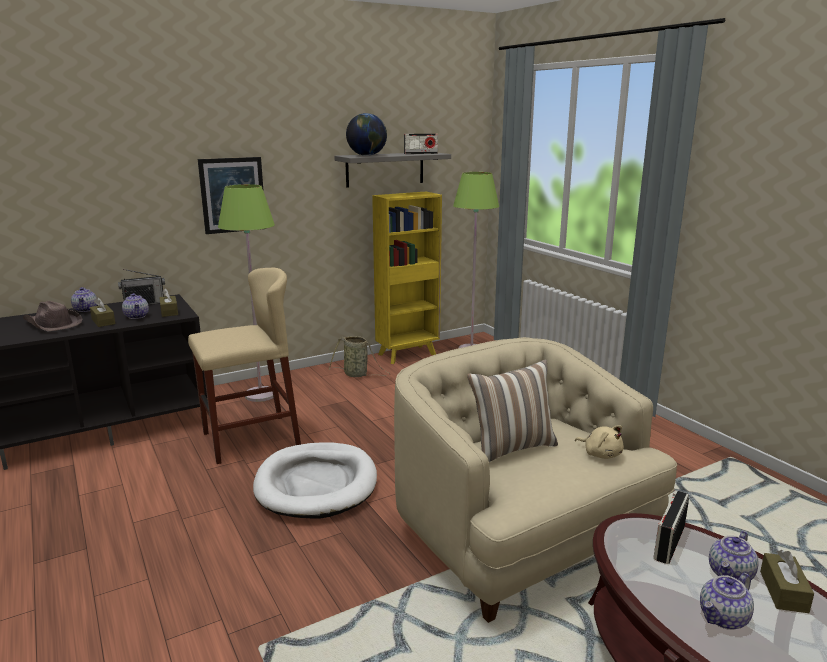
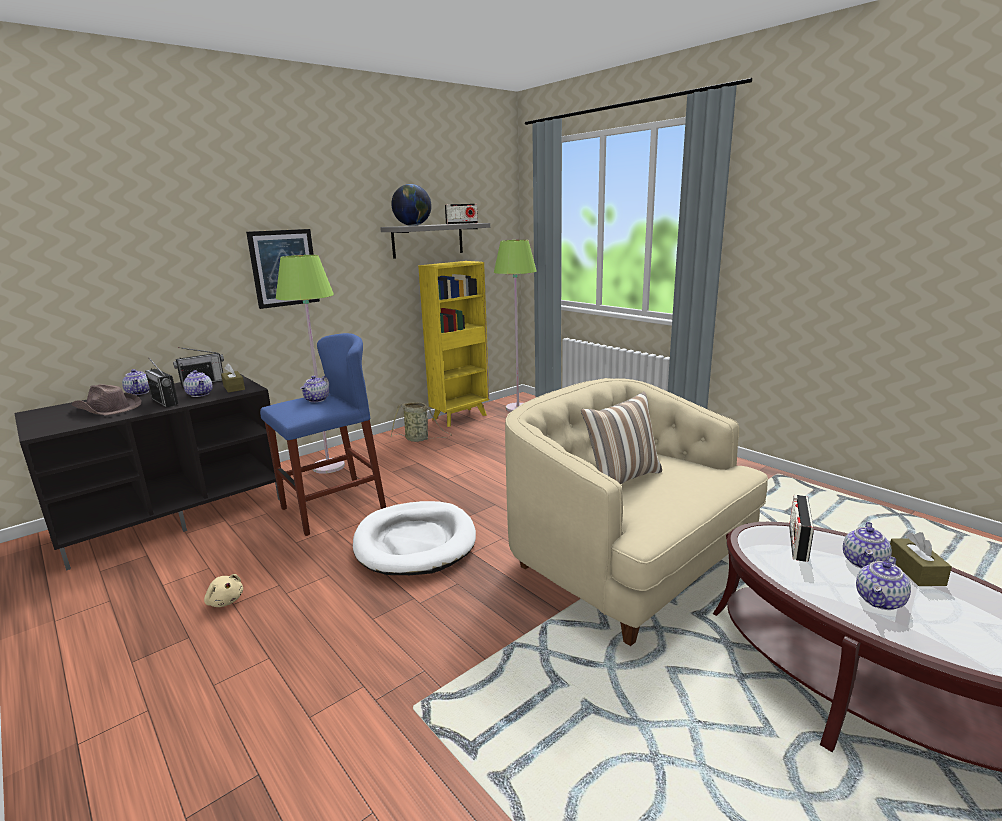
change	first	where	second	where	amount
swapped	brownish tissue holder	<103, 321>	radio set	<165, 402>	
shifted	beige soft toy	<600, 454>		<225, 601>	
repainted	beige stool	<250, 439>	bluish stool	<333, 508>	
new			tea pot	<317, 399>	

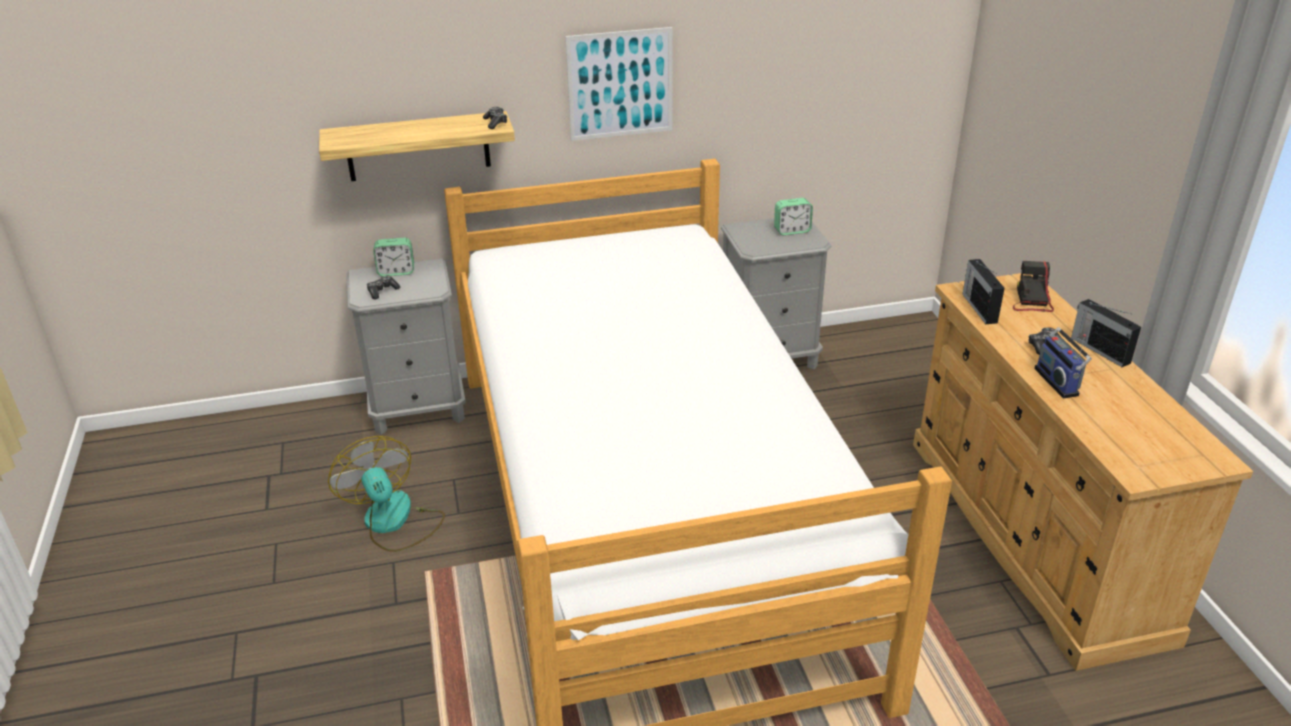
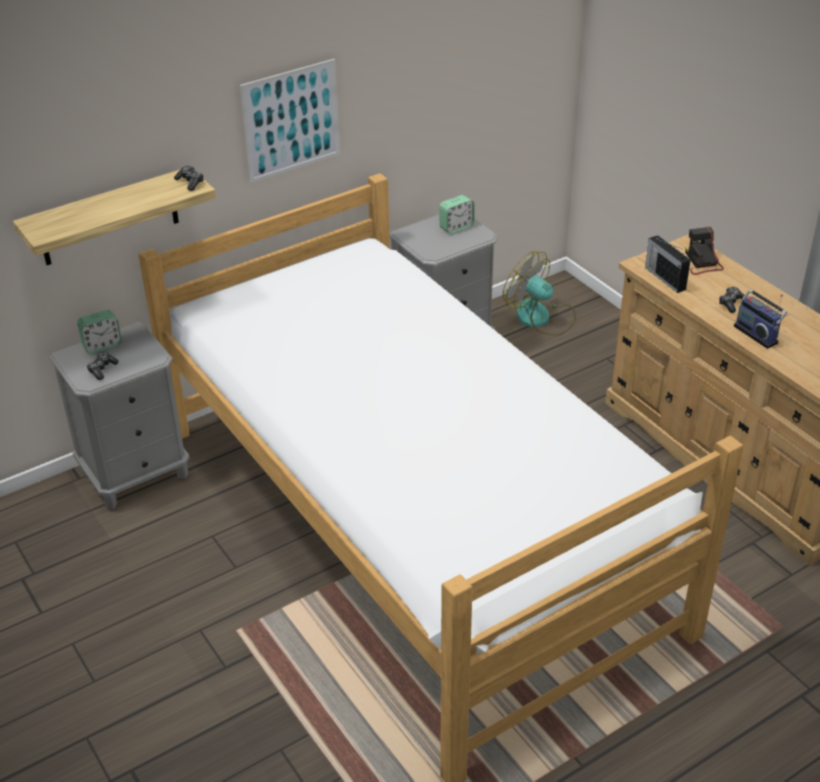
change	first	where	second	where	amount
shifted	cooling fan	<394, 522>		<540, 318>	
gone	radio set	<1099, 350>			

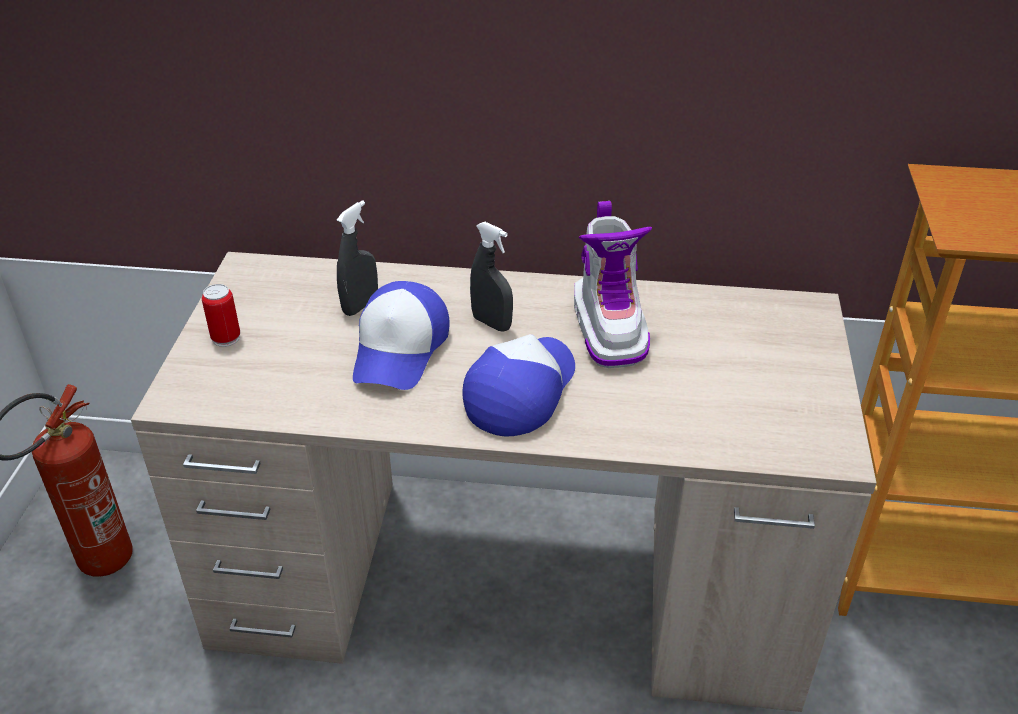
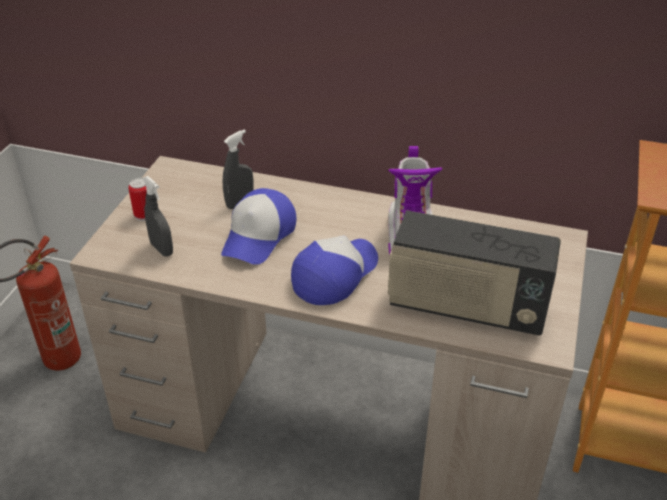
change	first	where	second	where	amount
shifted	grey hand sprayer	<491, 323>		<162, 249>	
new			radio set	<466, 307>	

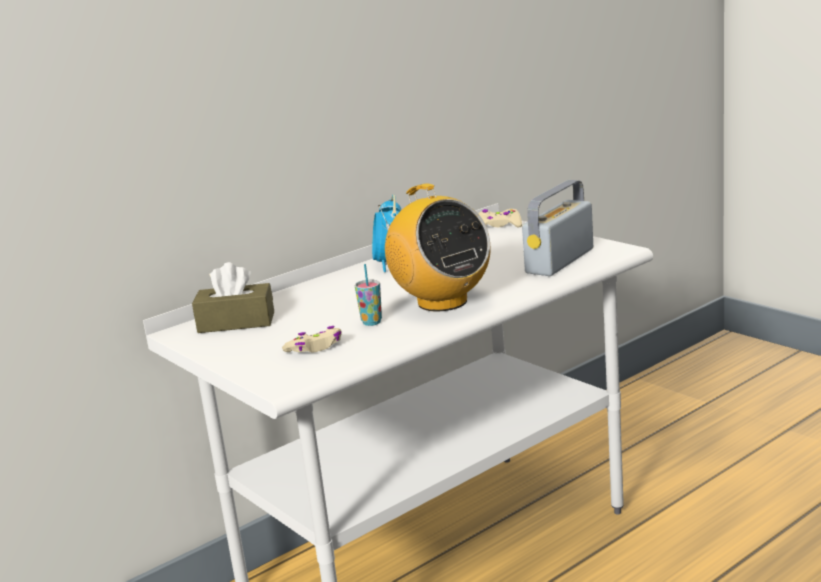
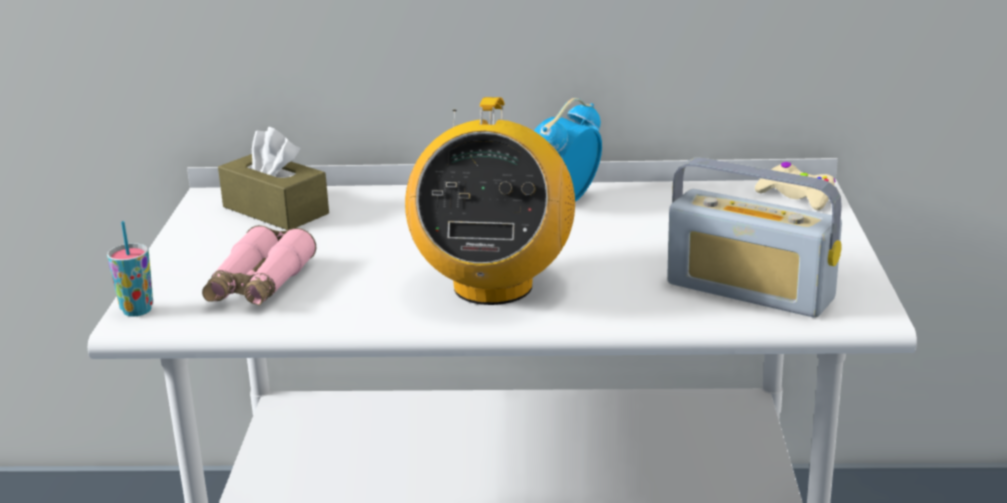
change	first	where	second	where	amount
shifted	drinking cup	<371, 322>		<137, 310>	
swapped	beige game controller	<315, 348>	pink-coloured field glasses	<259, 284>	
rotated	radio set	<559, 261>		<750, 291>	135 degrees counterclockwise

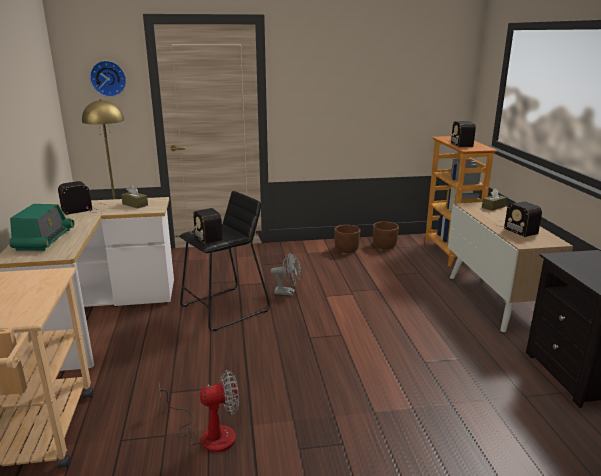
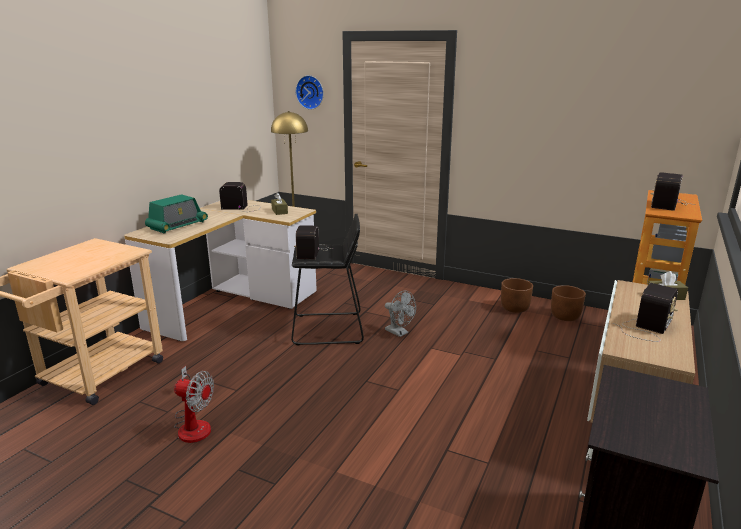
change	first	where	second	where	amount
rotated	radio set	<514, 227>		<646, 327>	150 degrees counterclockwise

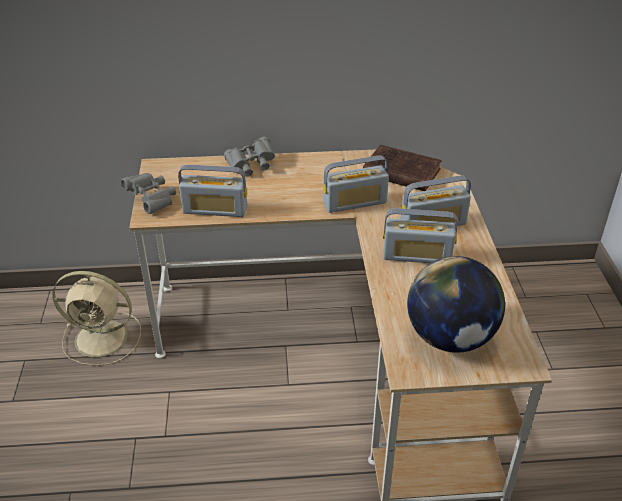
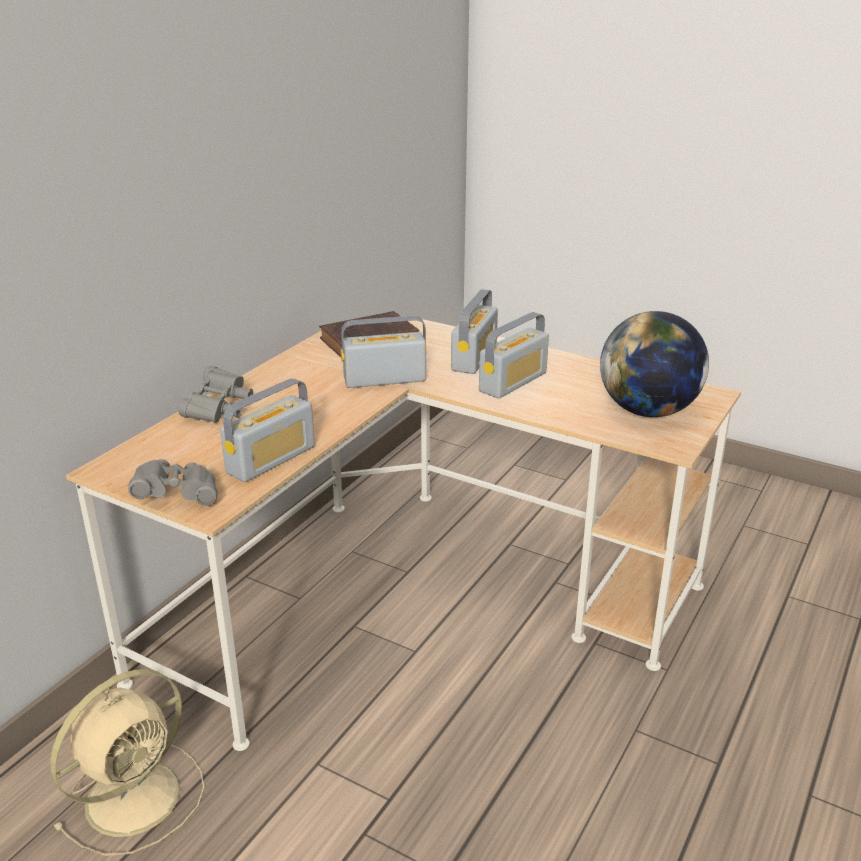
change	first	where	second	where	amount
rotated	radio set	<355, 203>		<384, 379>	120 degrees counterclockwise

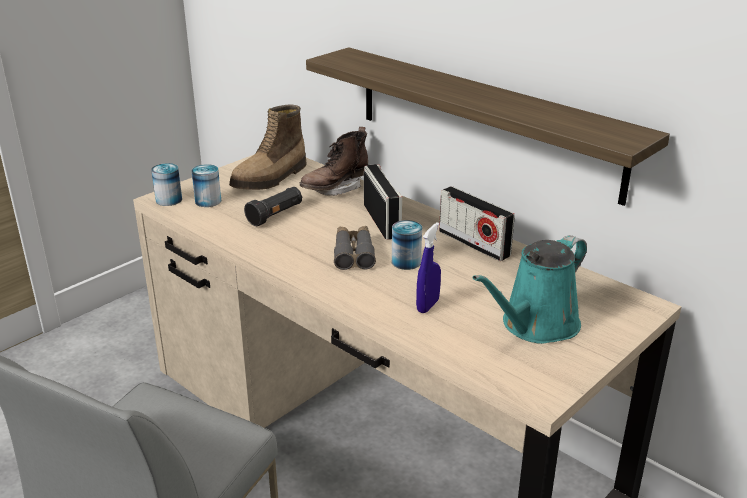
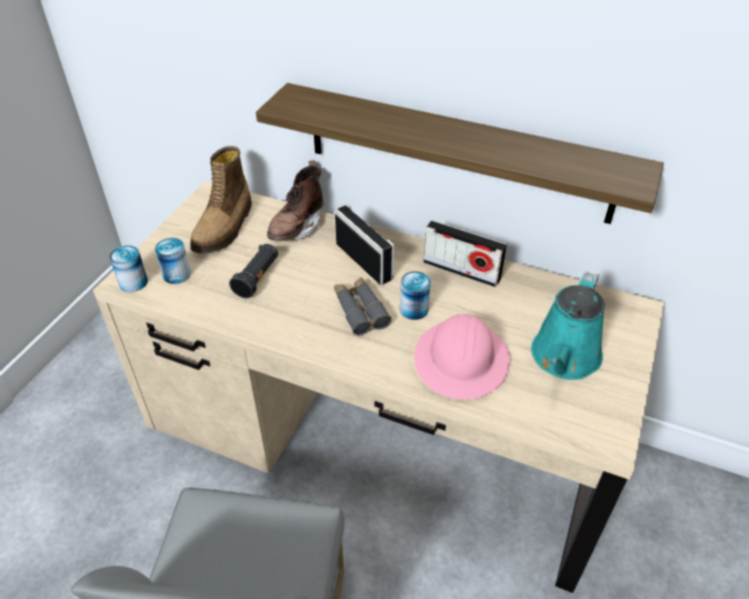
change	first	where	second	where	amount
swapped	bluish hand sprayer	<427, 306>	pink-coloured safety helmet	<461, 360>	

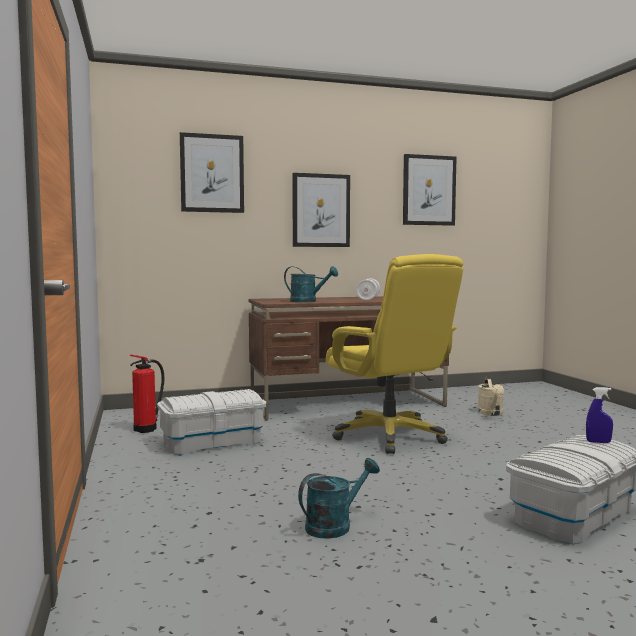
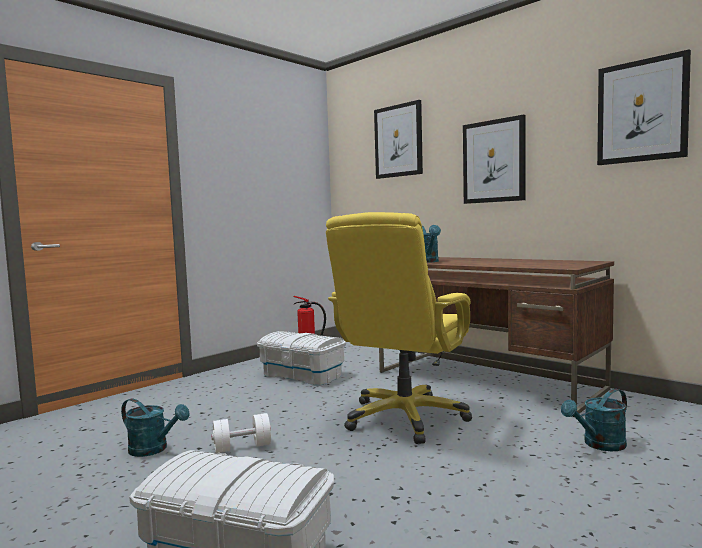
change	first	where	second	where	amount
shifted	whitish free weight	<368, 299>		<242, 447>	
repainted	beige watering can	<491, 413>	blue-green watering can	<599, 445>	
gone	bluish hand sprayer	<598, 442>			

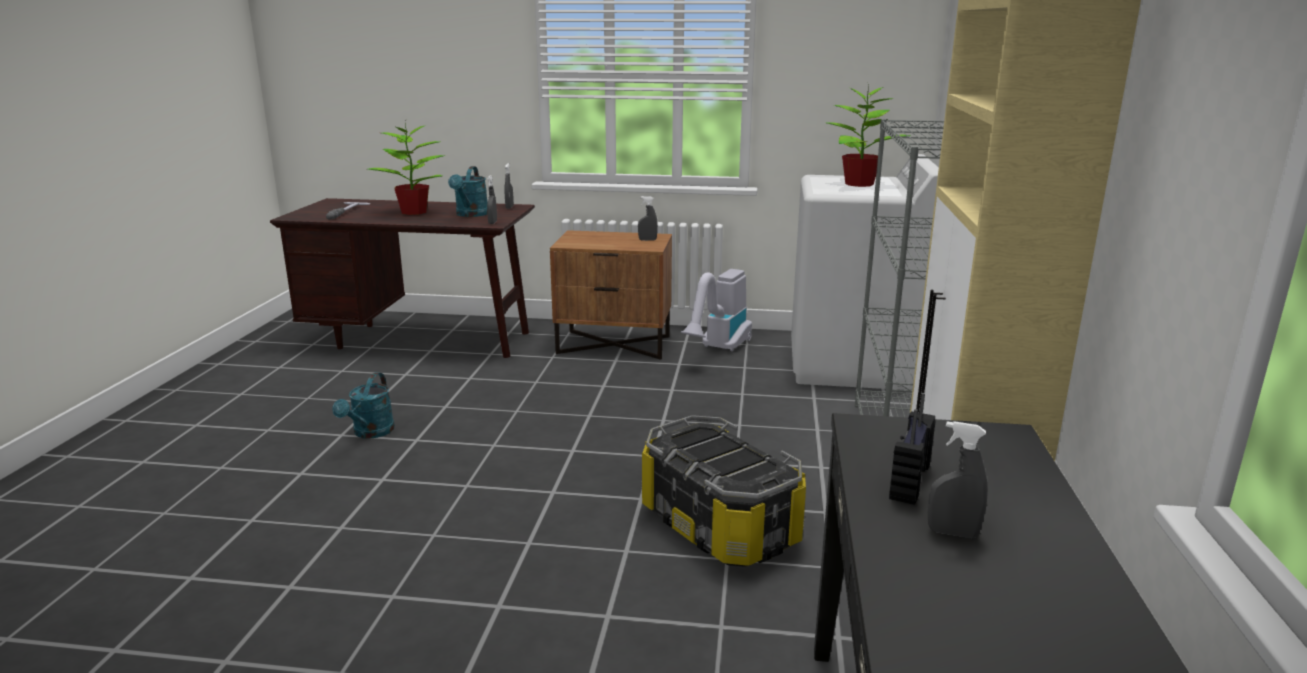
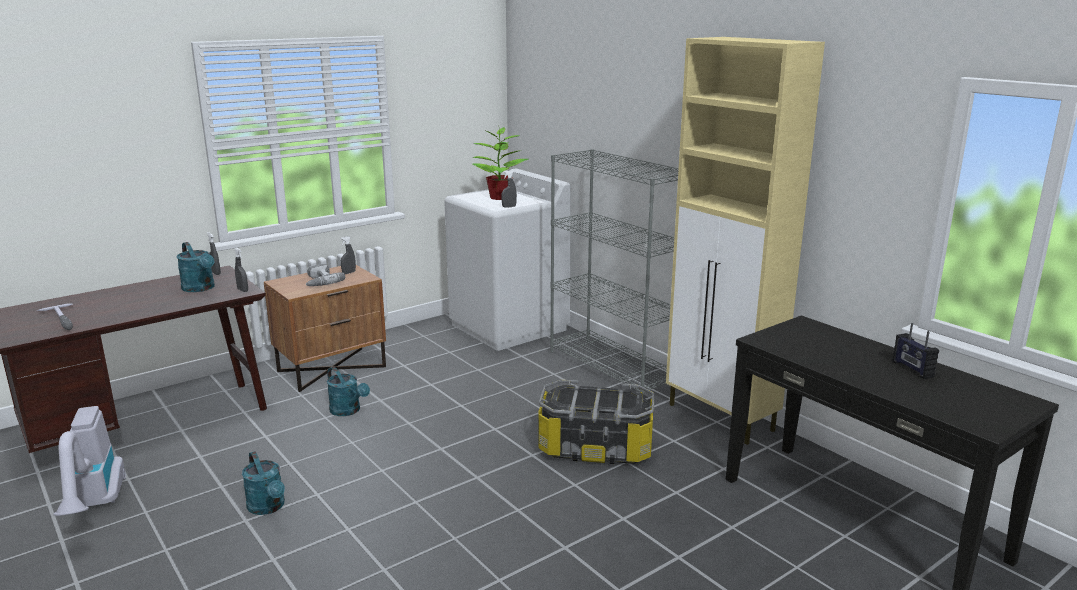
change	first	where	second	where	amount
shifted	vacuum	<718, 349>		<95, 506>	
new			power drill	<319, 281>	
new			blue-green watering can	<348, 411>	
shifted	grey hand sprayer	<952, 533>		<509, 207>	
shifted	radio set	<908, 482>		<912, 369>	
gone	potted plant	<415, 212>			

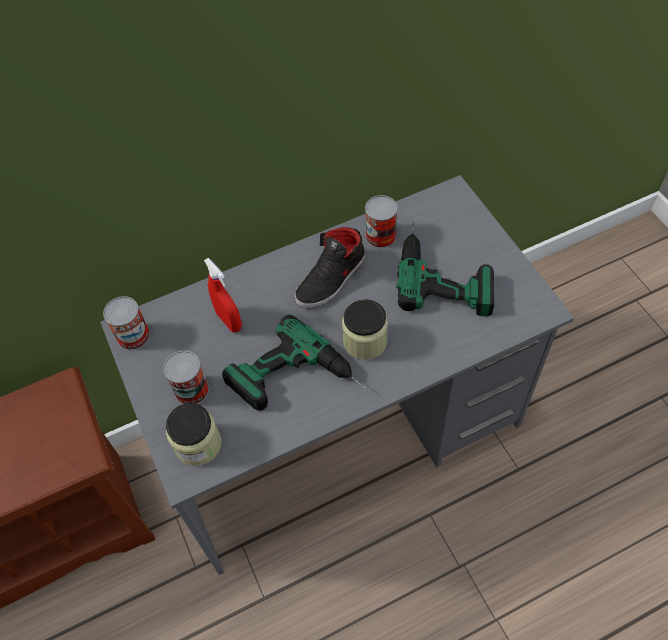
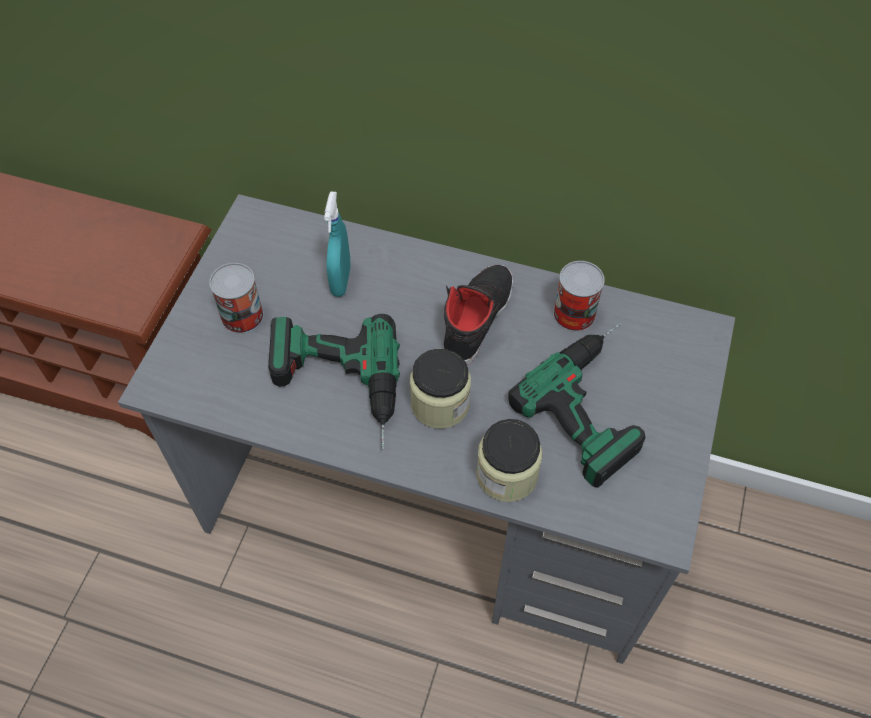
change	first	where	second	where	amount
repainted	reddish hand sprayer	<229, 321>	blue-green hand sprayer	<341, 281>	
rotated	black-coloured low shoe	<331, 279>		<476, 318>	120 degrees clockwise
shifted	storage jar	<198, 444>		<507, 474>	
gone	sealed can	<133, 336>			

